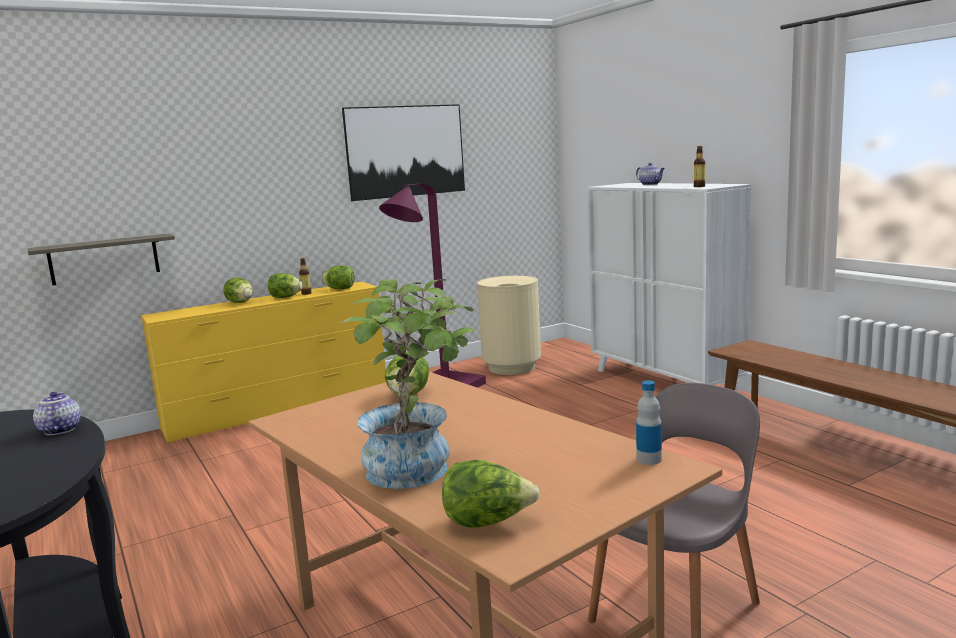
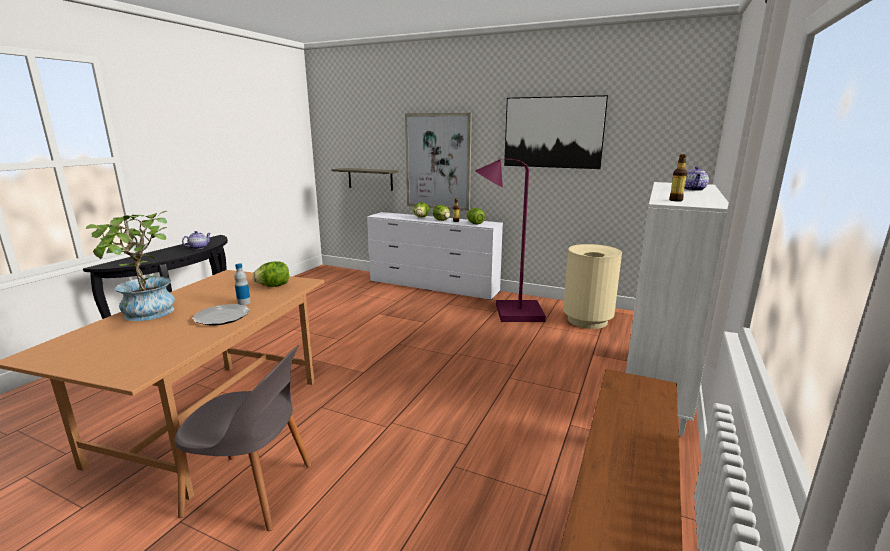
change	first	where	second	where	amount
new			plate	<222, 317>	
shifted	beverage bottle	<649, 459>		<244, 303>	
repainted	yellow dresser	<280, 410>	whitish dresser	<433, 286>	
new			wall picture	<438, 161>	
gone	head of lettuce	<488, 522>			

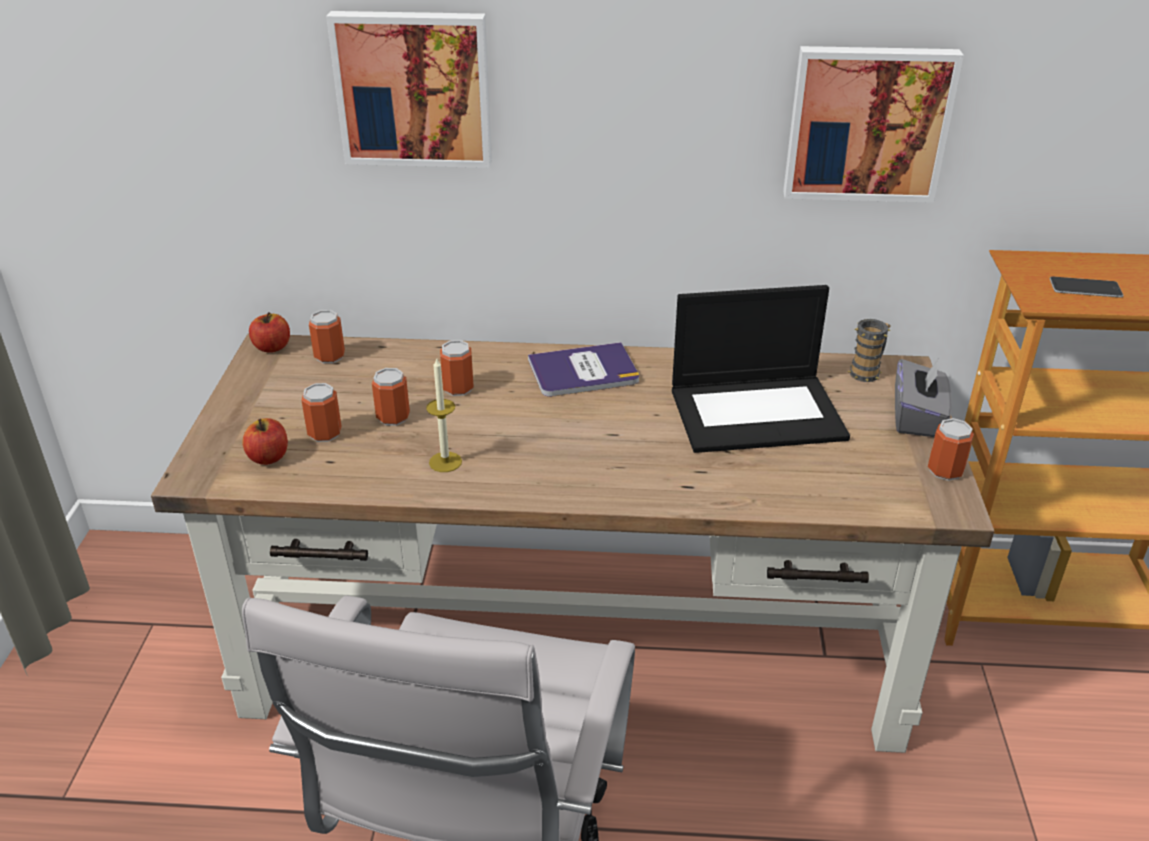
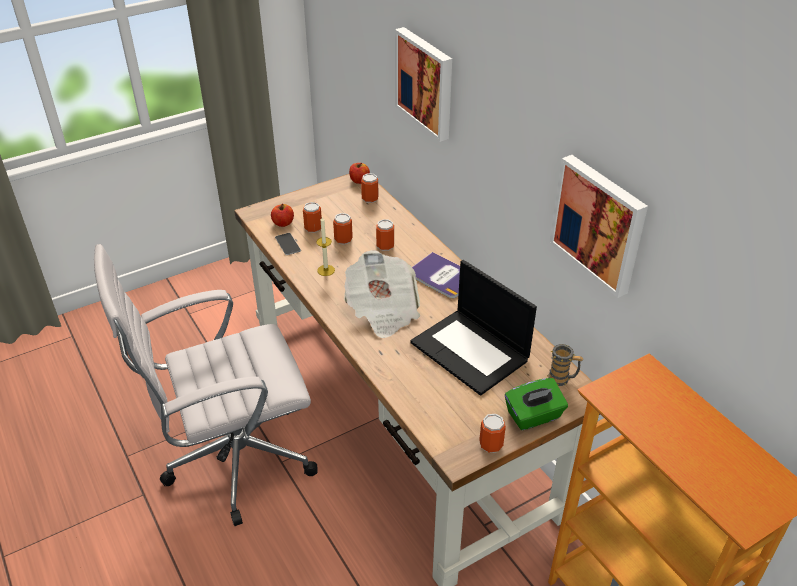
change	first	where	second	where	amount
shifted	telephone	<1085, 287>		<288, 244>	
new			printed paper	<382, 310>	
repainted	grey tissue holder	<917, 418>	green tissue holder	<534, 416>	

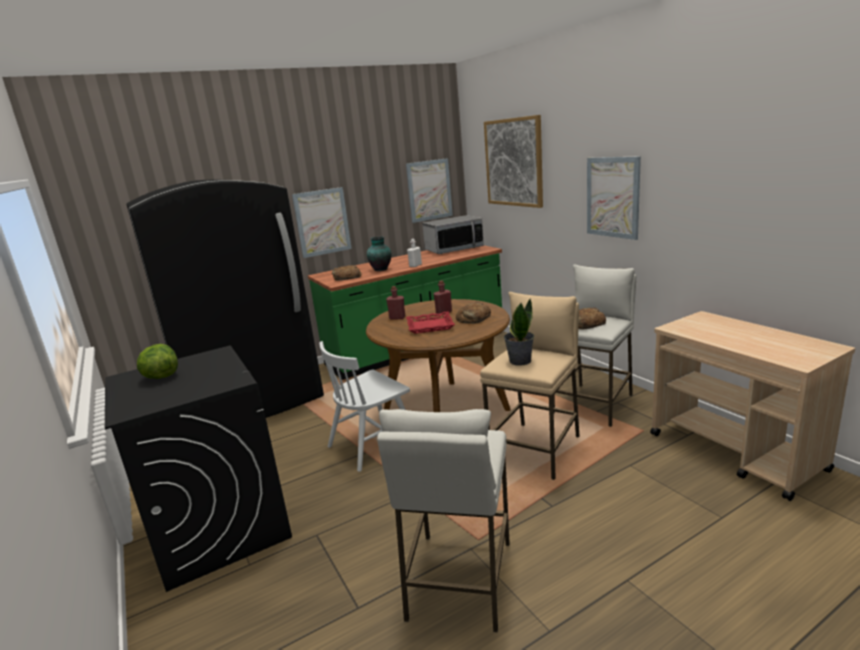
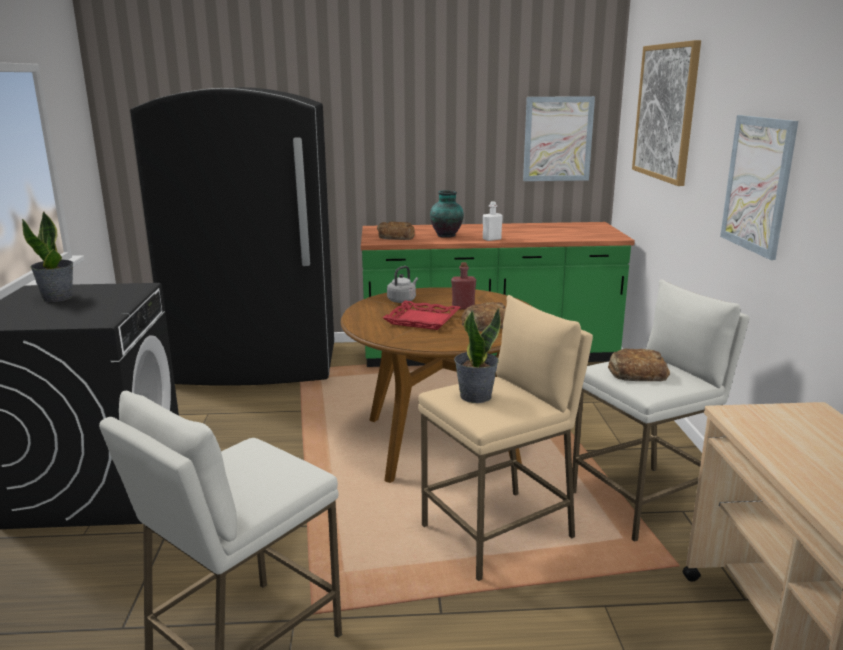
change	first	where	second	where	amount
swapped	head of lettuce	<161, 377>	potted plant	<58, 298>	
swapped	reddish beverage bottle	<397, 318>	grey tea kettle	<402, 300>	
gone	wall picture	<322, 222>			
gone	whitish chair	<373, 444>			
gone	microwave	<454, 249>			

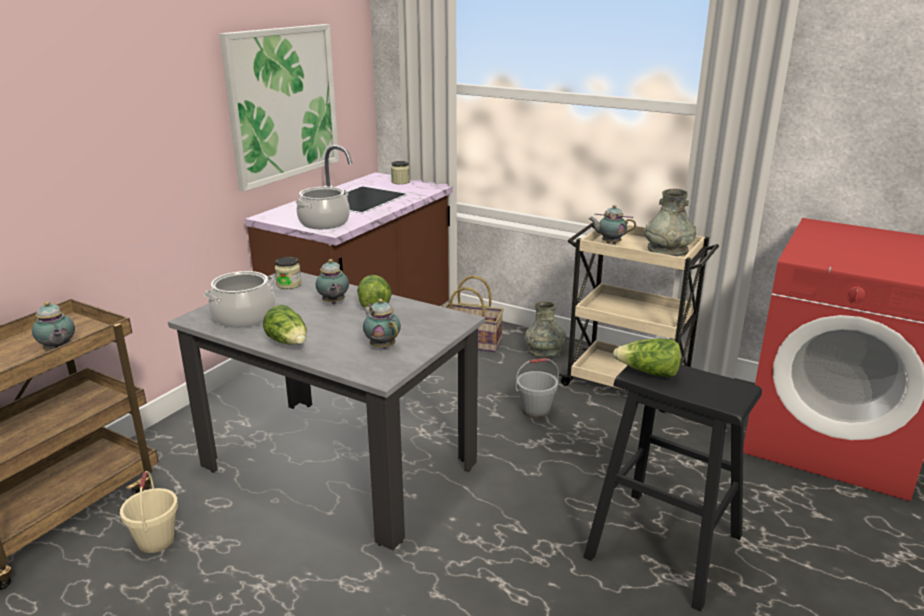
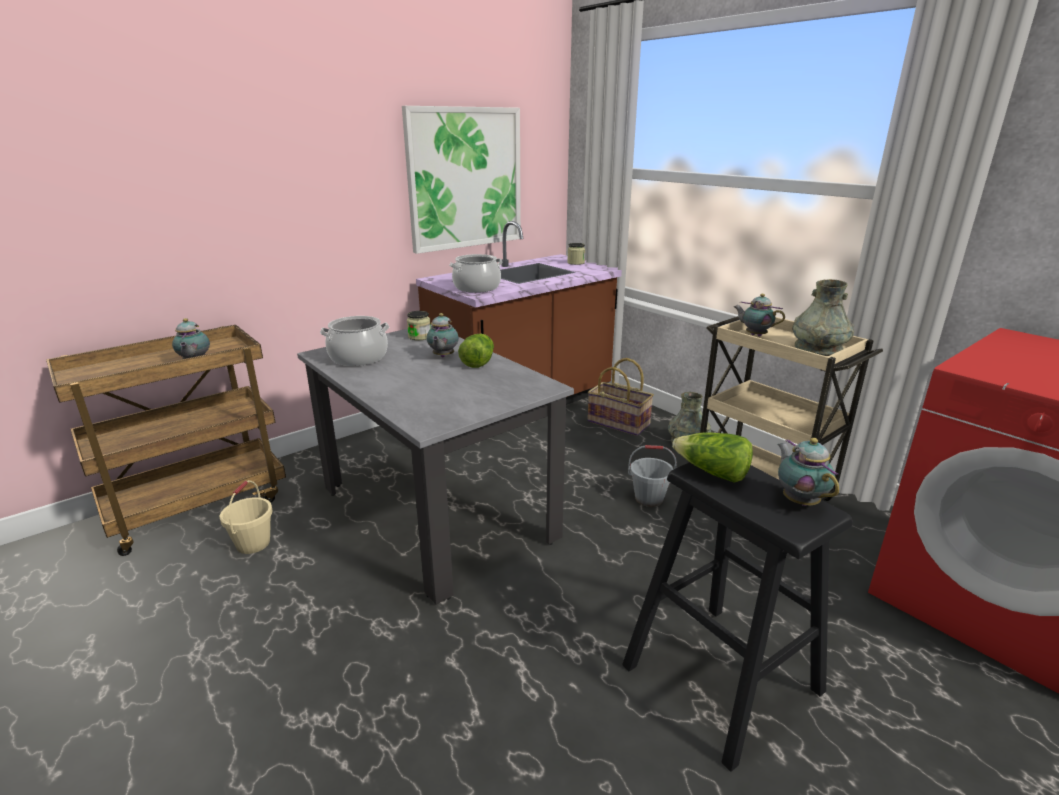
change	first	where	second	where	amount
shifted	tea pot	<382, 346>		<799, 500>	
gone	head of lettuce	<289, 342>			

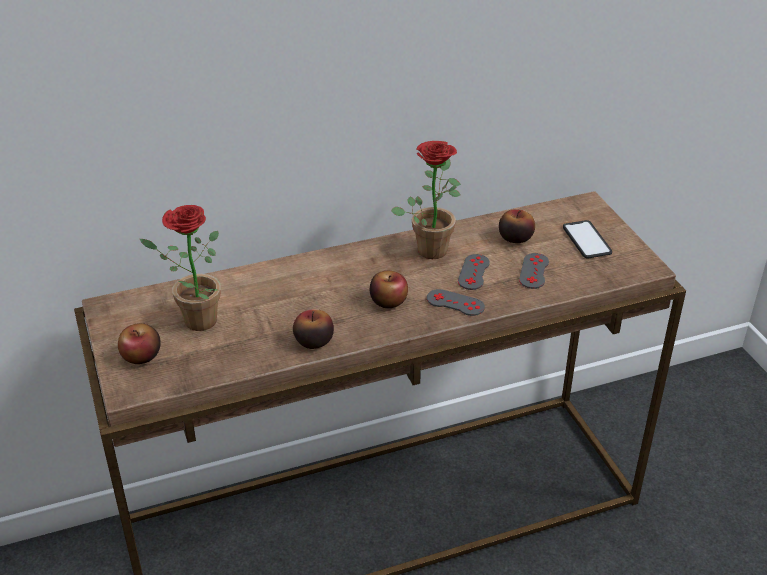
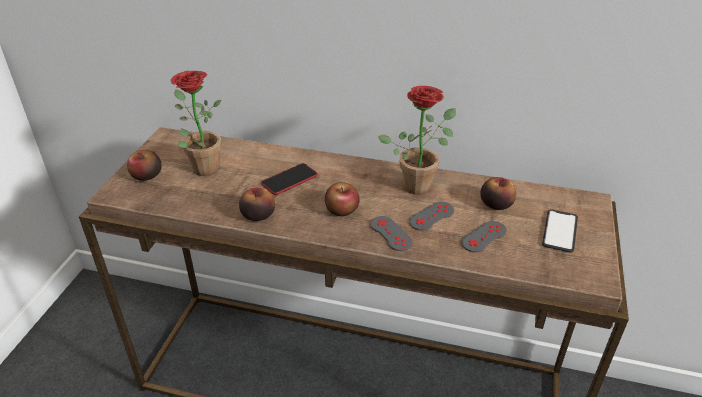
change	first	where	second	where	amount
new			telephone	<289, 180>	

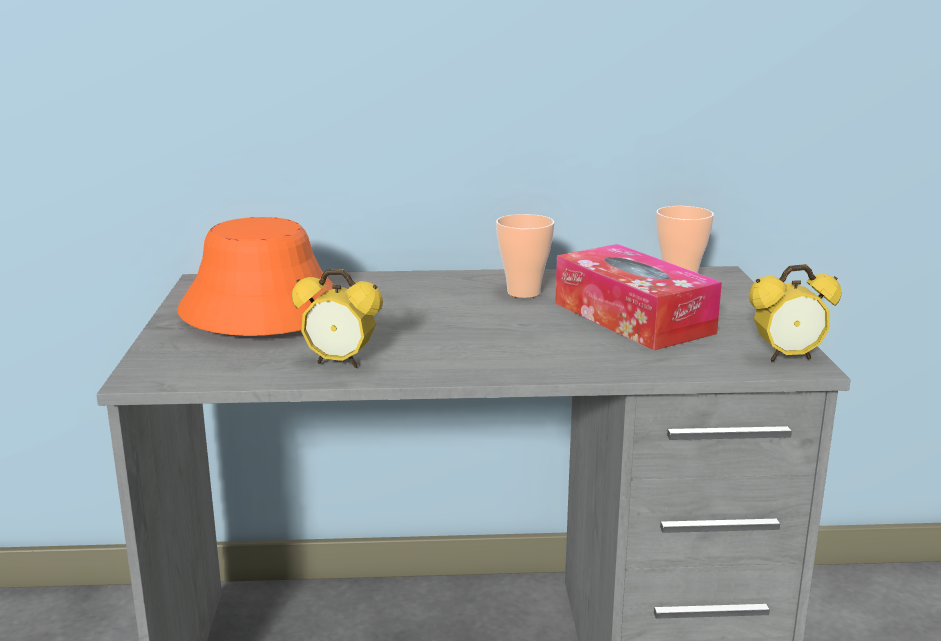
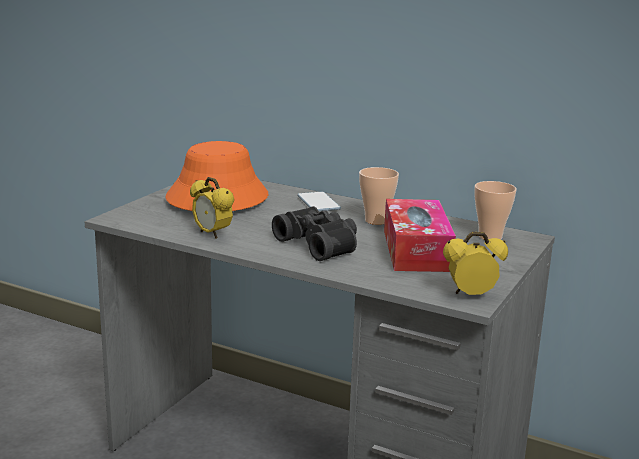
change	first	where	second	where	amount
new			black-coloured field glasses	<320, 244>	
new			telephone	<318, 203>	
rotated	alarm clock	<787, 357>		<471, 295>	150 degrees clockwise

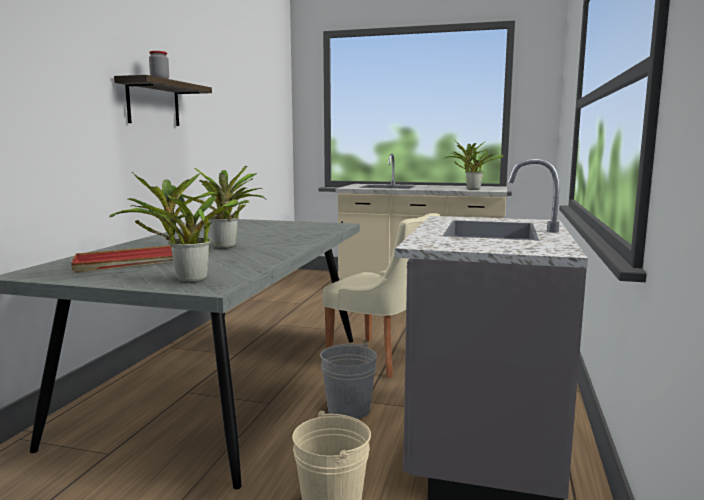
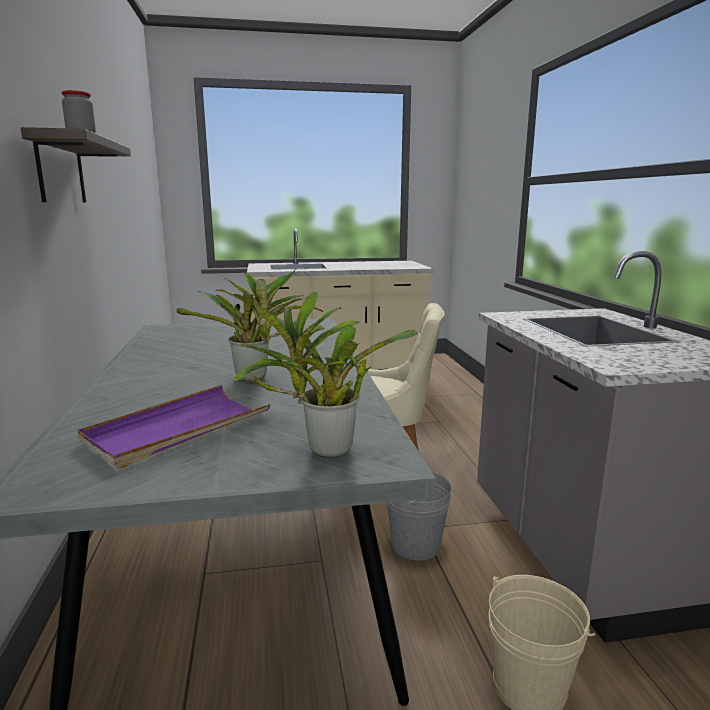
change	first	where	second	where	amount
repainted	reddish carrying tray	<133, 263>	purplish carrying tray	<178, 429>	
gone	potted plant	<471, 189>			

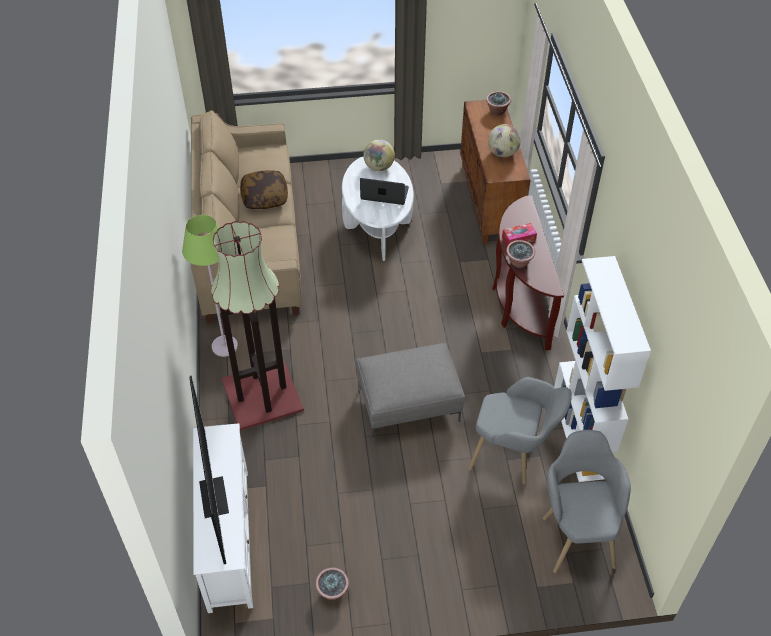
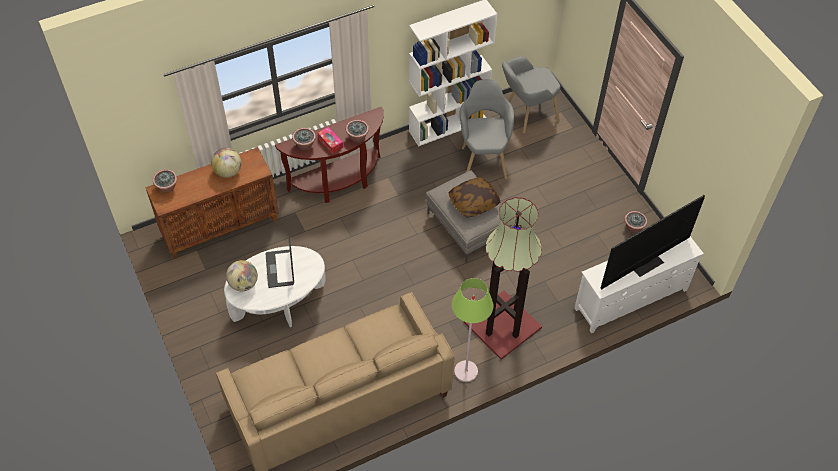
change	first	where	second	where	amount
new			potted plant	<305, 145>	
shifted	cushion	<264, 197>		<473, 202>	

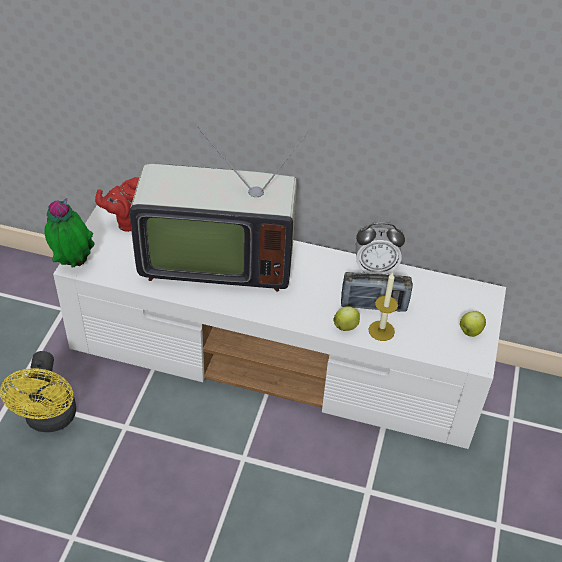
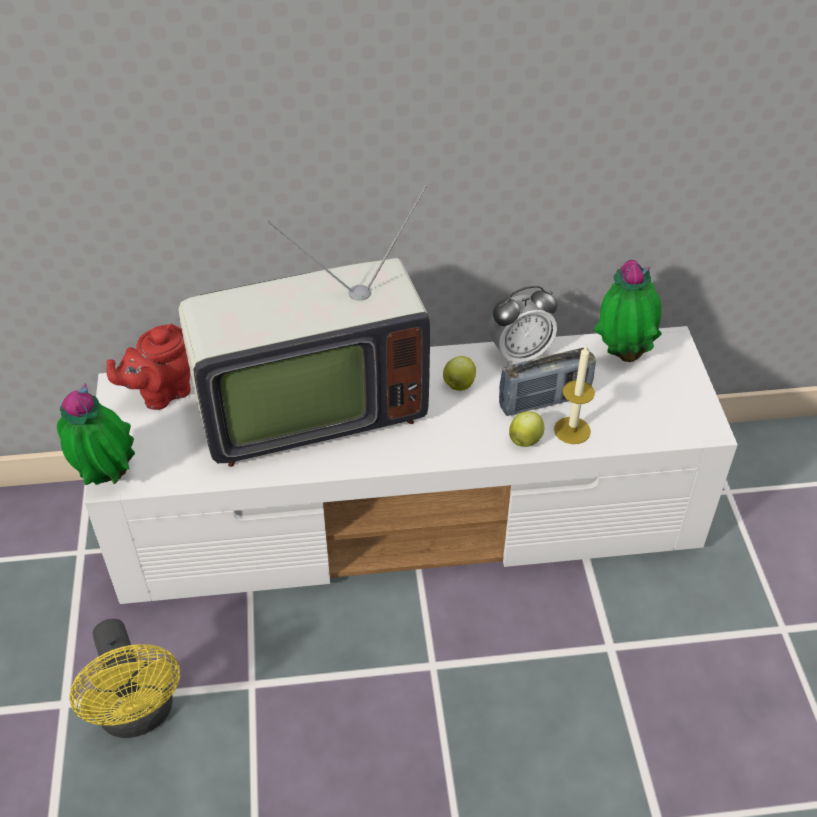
change	first	where	second	where	amount
shifted	whole apple	<470, 331>		<458, 385>	
new			potted plant	<623, 354>	

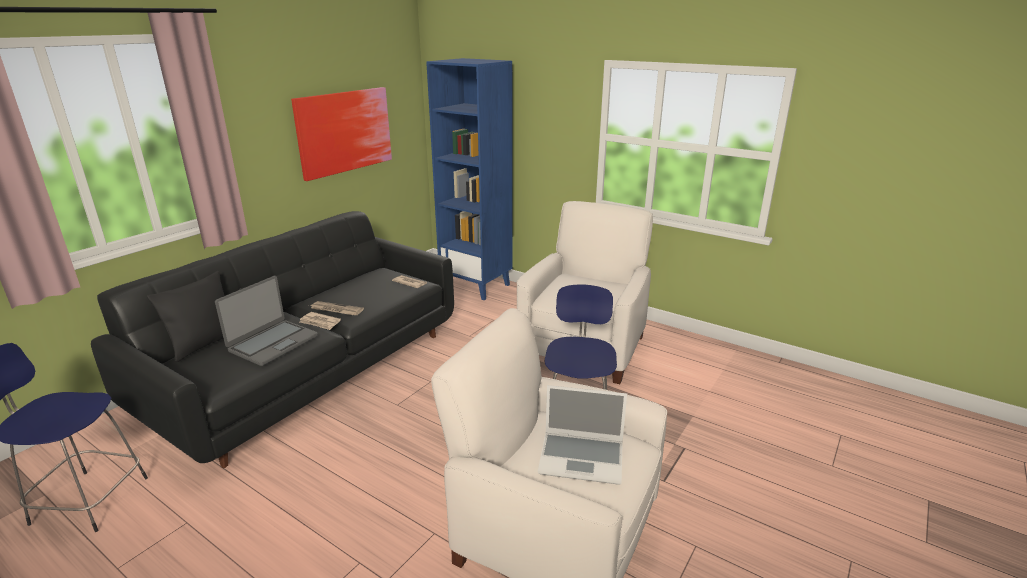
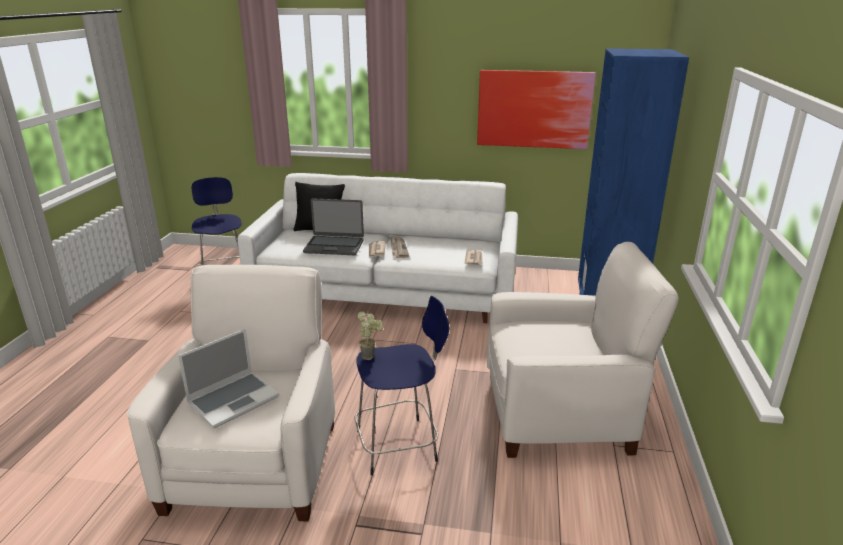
change	first	where	second	where	amount
rotated	notebook computer	<582, 458>		<234, 399>	120 degrees counterclockwise
repainted	black-coloured sofa	<308, 370>	whitish sofa	<386, 290>	
new			potted plant	<371, 356>	

